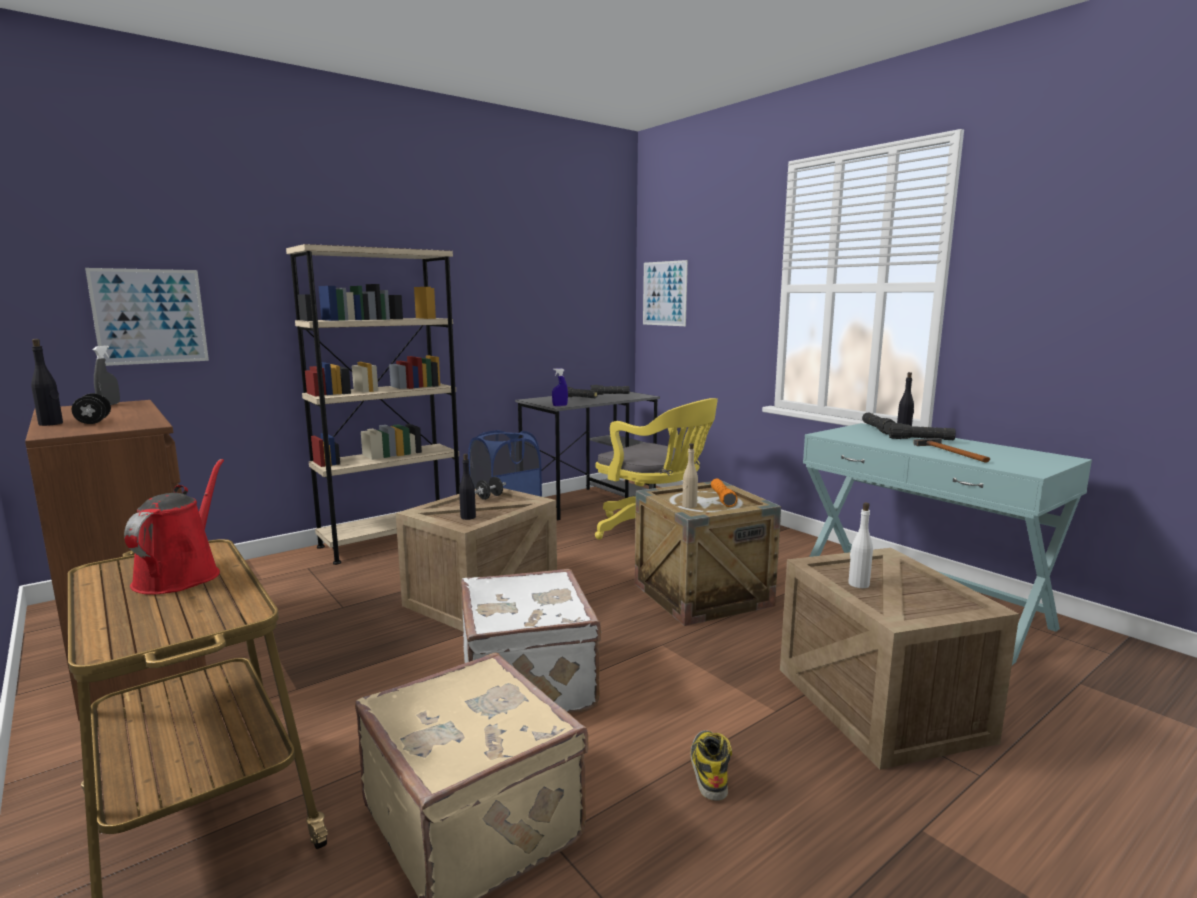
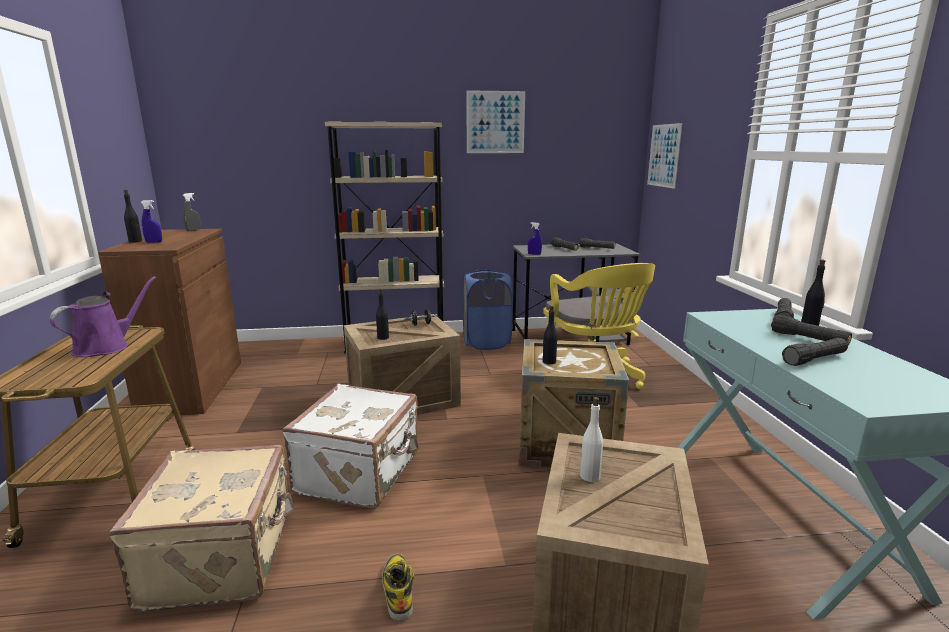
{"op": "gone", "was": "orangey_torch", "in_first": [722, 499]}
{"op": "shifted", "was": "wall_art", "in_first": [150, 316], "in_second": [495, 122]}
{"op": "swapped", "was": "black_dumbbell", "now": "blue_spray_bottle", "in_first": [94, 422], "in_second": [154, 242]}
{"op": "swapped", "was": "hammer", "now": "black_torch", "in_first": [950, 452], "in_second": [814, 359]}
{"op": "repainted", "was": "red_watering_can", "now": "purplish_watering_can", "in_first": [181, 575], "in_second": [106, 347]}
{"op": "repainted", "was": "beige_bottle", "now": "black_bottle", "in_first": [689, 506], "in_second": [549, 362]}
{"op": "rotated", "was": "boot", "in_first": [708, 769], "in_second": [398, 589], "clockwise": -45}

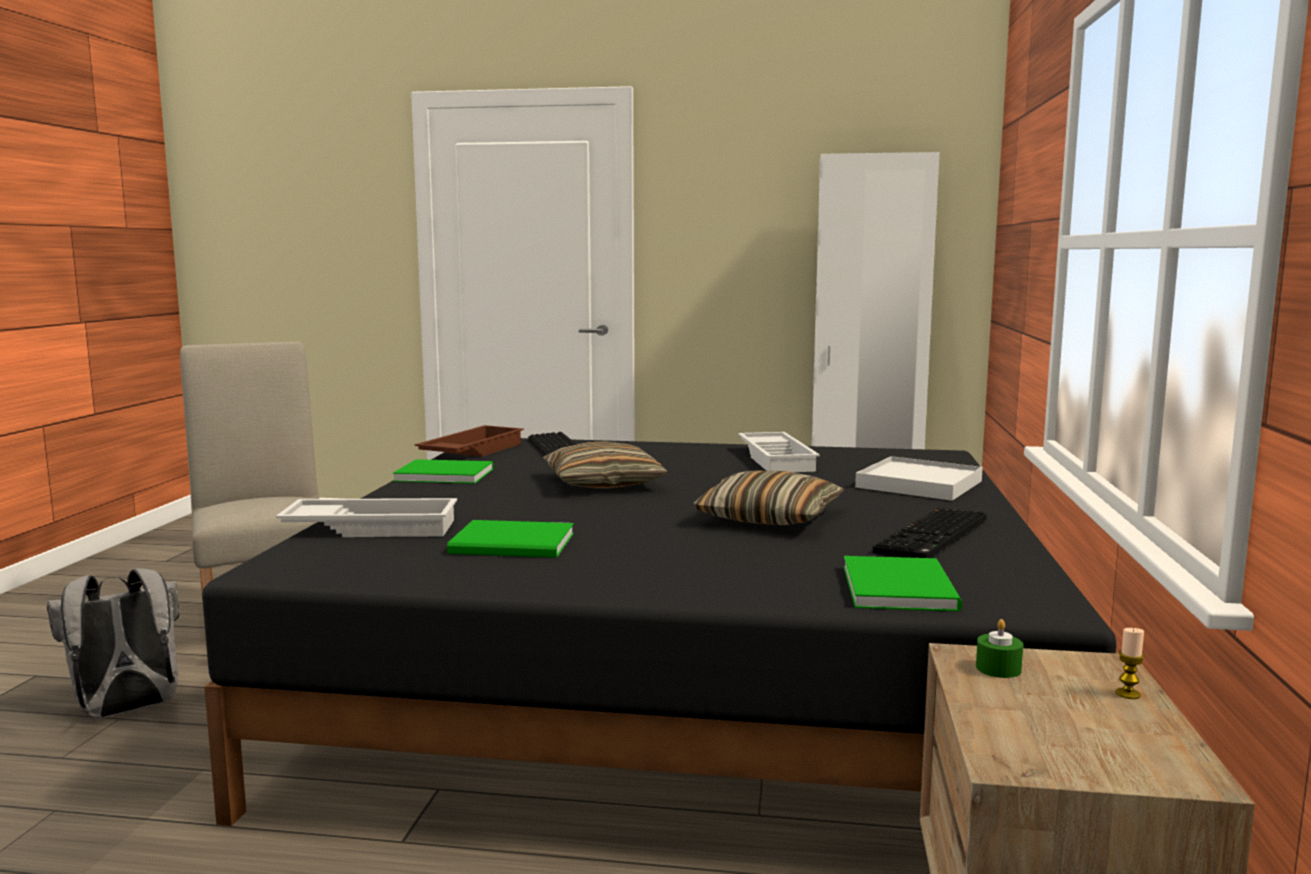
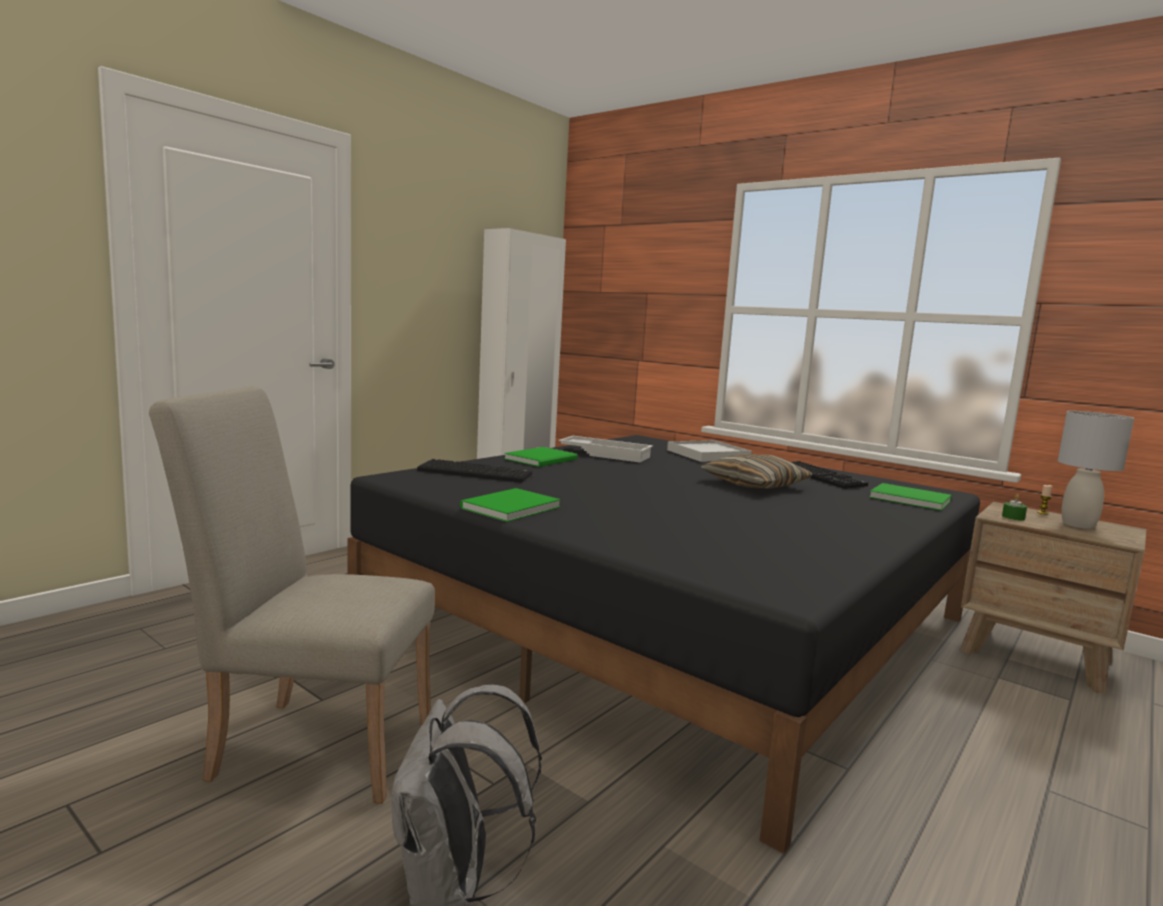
{"op": "gone", "was": "white_serving_tray", "in_first": [373, 527]}
{"op": "gone", "was": "brownish_serving_tray", "in_first": [471, 451]}
{"op": "gone", "was": "cushion", "in_first": [603, 483]}
{"op": "new", "now": "gray_tabletop_lamp", "in_second": [1078, 525]}
{"op": "shifted", "was": "green-coloured_volume", "in_first": [515, 544], "in_second": [543, 459]}

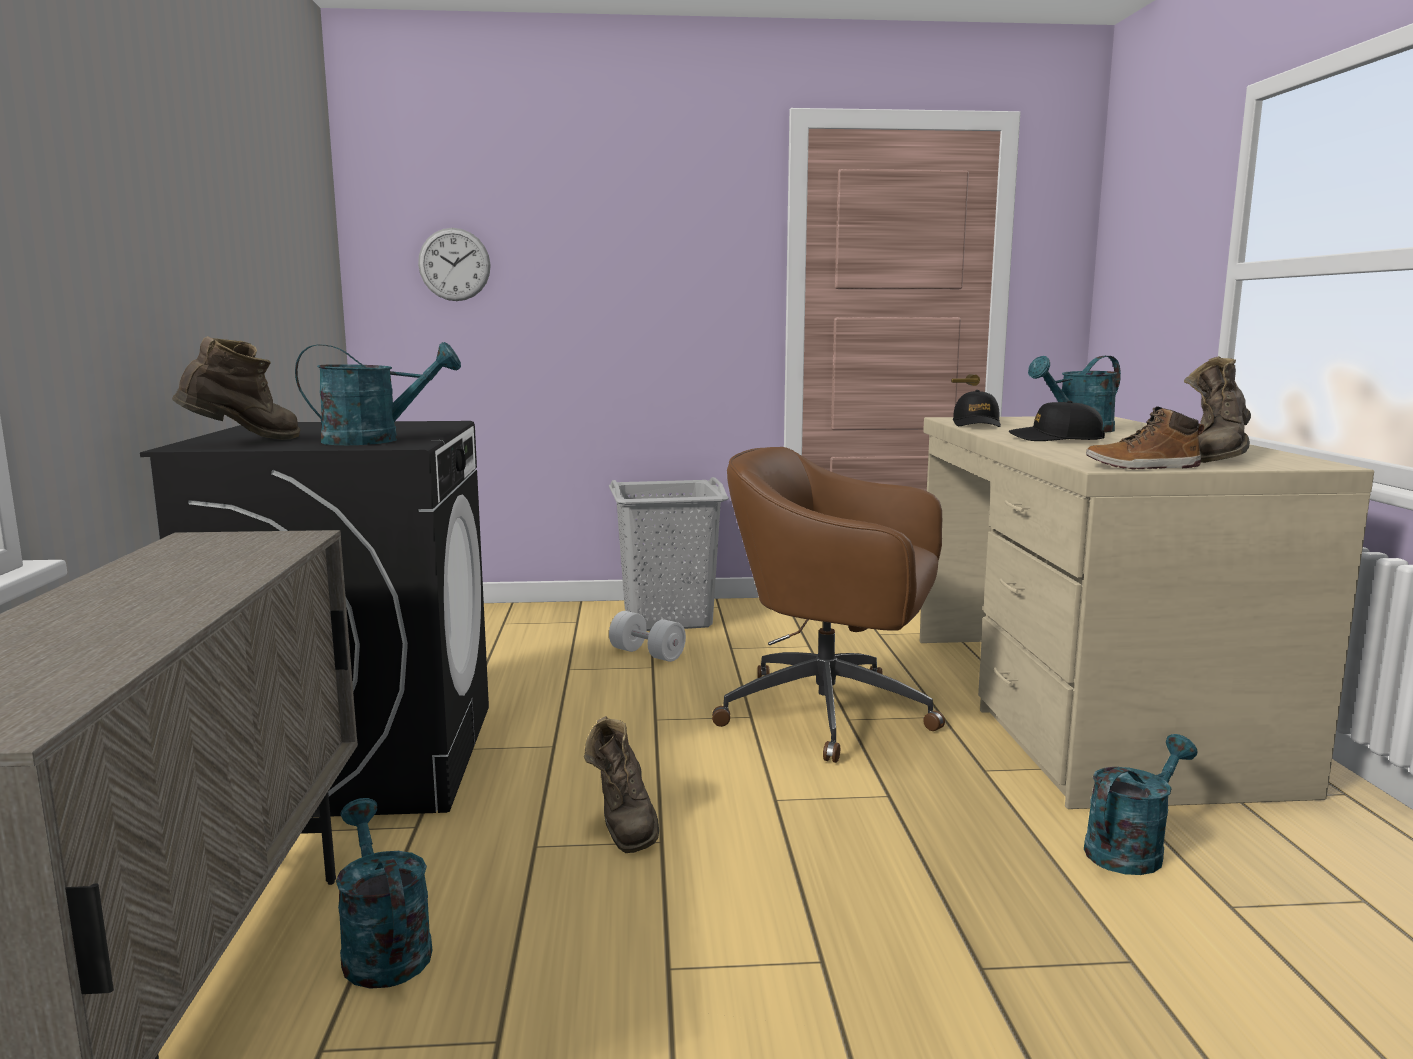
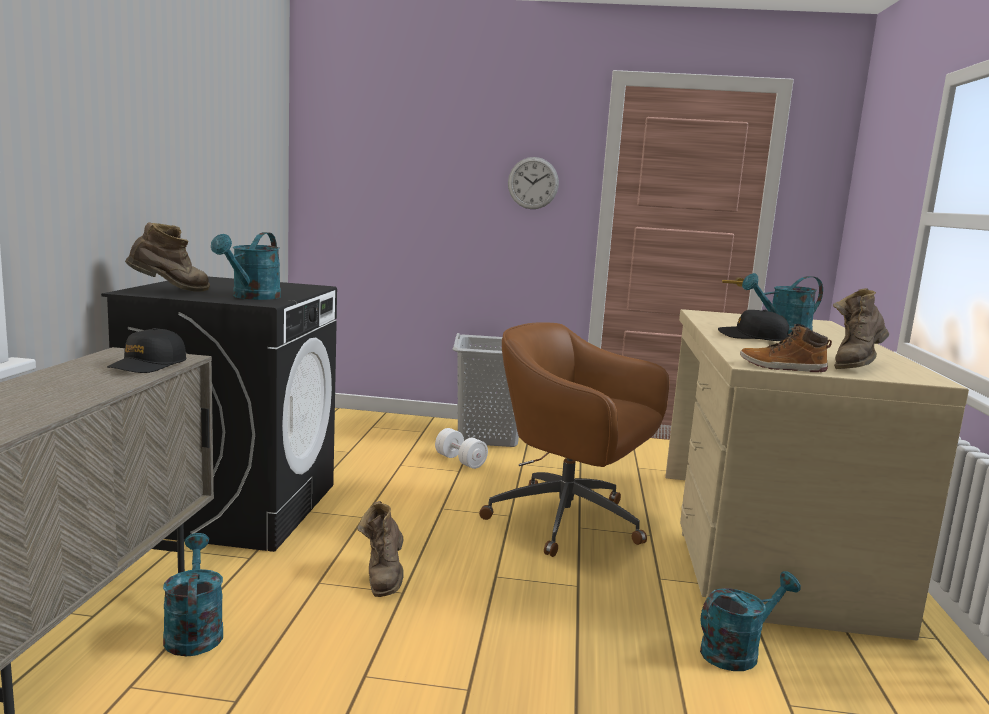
{"op": "shifted", "was": "clock_on_the_wall", "in_first": [454, 264], "in_second": [533, 183]}
{"op": "shifted", "was": "black_peaked_cap", "in_first": [976, 424], "in_second": [148, 365]}
{"op": "rotated", "was": "turquoise-coloured_watering_can", "in_first": [376, 440], "in_second": [252, 297], "clockwise": 105}

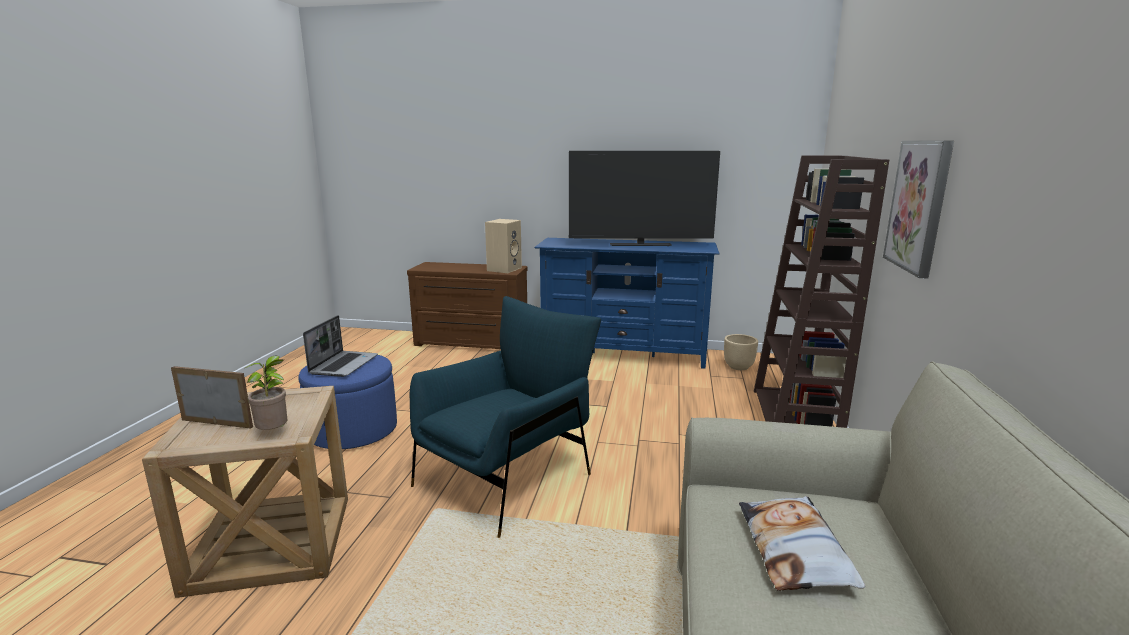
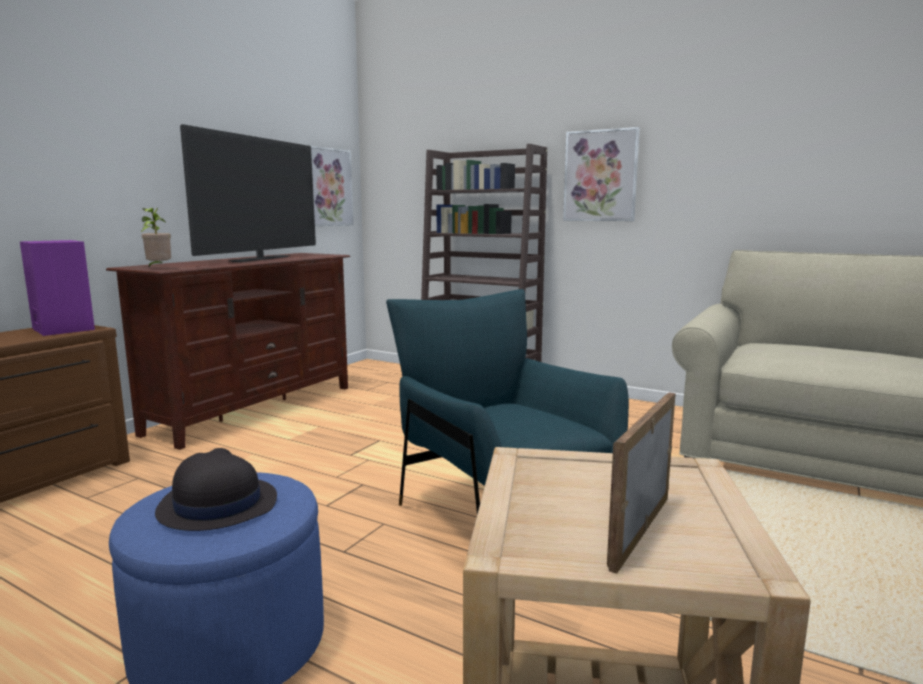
{"op": "gone", "was": "beige_planter", "in_first": [739, 367]}
{"op": "gone", "was": "cushion", "in_first": [795, 550]}
{"op": "new", "now": "wall_art", "in_second": [328, 187]}
{"op": "shifted", "was": "plant_in_a_pot", "in_first": [275, 433], "in_second": [158, 268]}
{"op": "swapped", "was": "laptop", "now": "black_wearable_hat", "in_first": [344, 364], "in_second": [217, 505]}
{"op": "repainted", "was": "beige_audio_speaker", "now": "purplish_audio_speaker", "in_first": [504, 269], "in_second": [61, 329]}
{"op": "repainted", "was": "blue_media_console", "now": "brownish_media_console", "in_first": [623, 354], "in_second": [254, 409]}

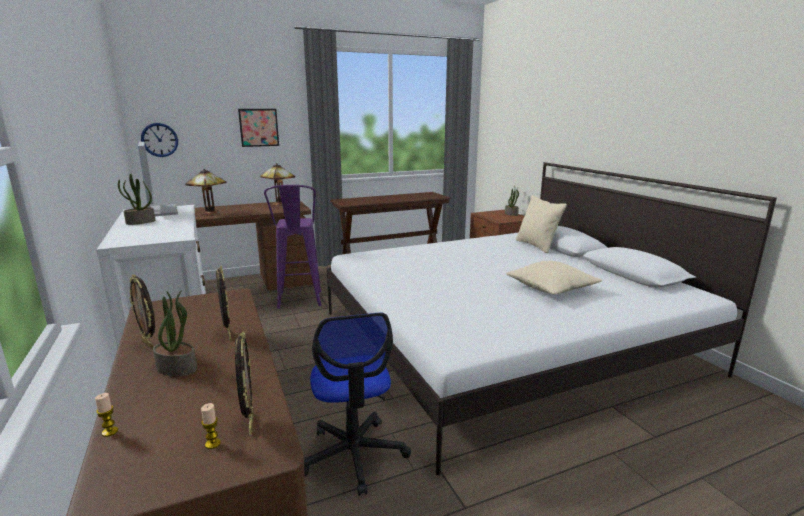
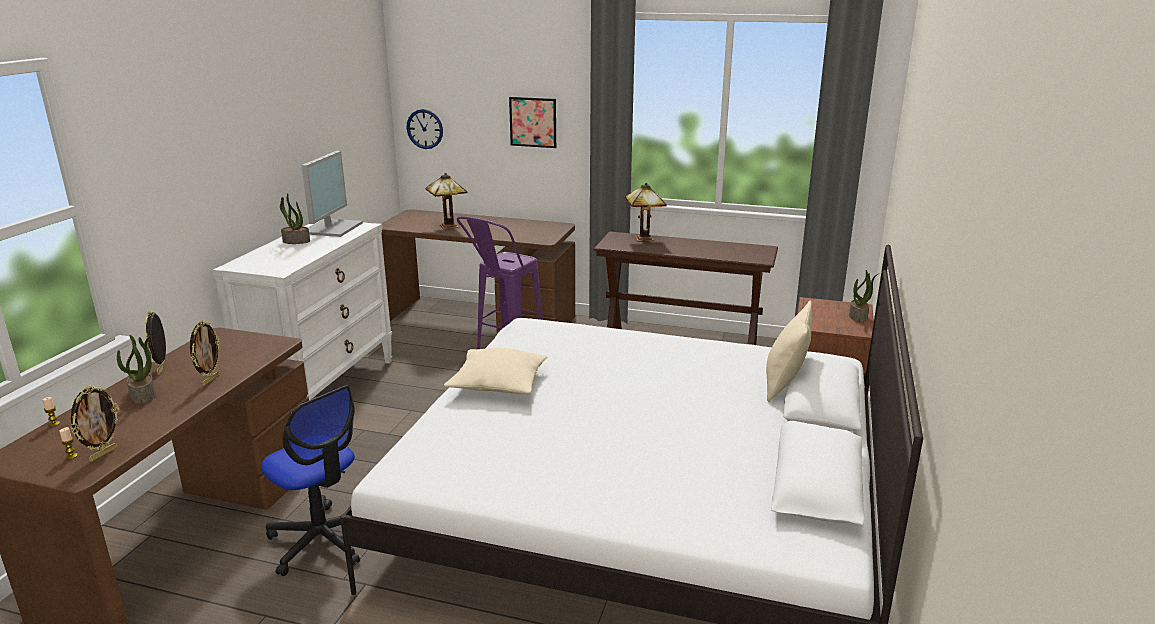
{"op": "shifted", "was": "tabletop_lamp", "in_first": [278, 204], "in_second": [643, 238]}
{"op": "shifted", "was": "beige_cushion", "in_first": [551, 288], "in_second": [498, 384]}
{"op": "rotated", "was": "desk_chair", "in_first": [354, 455], "in_second": [323, 540], "clockwise": -75}

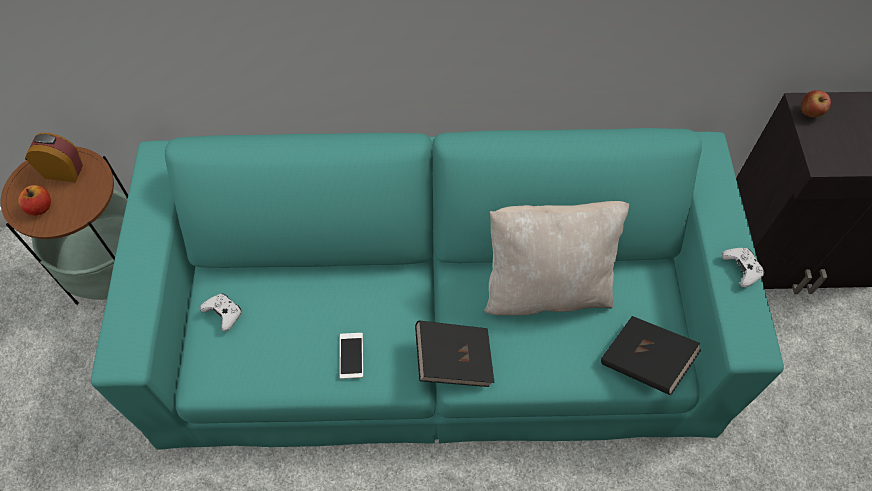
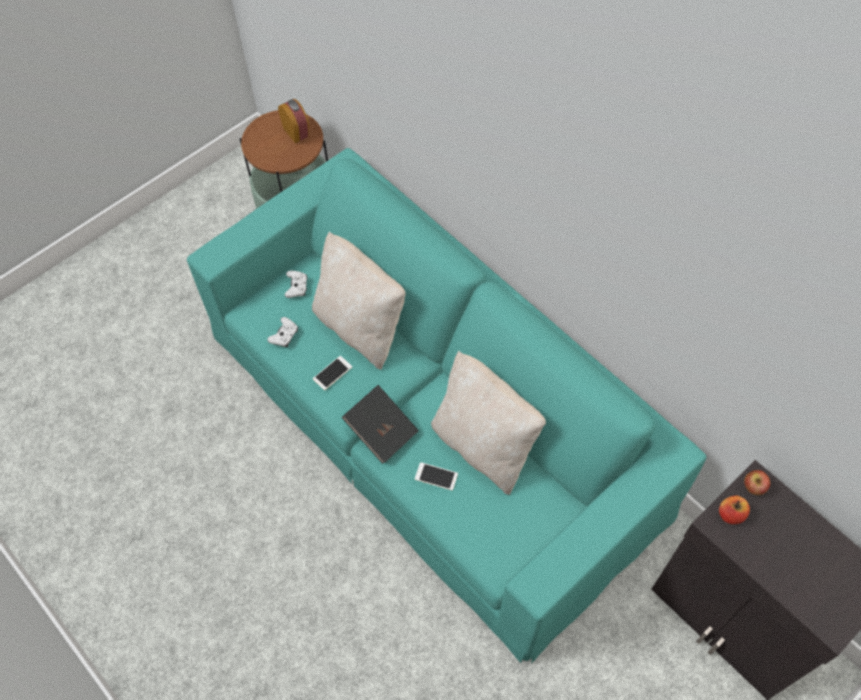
{"op": "gone", "was": "black_volume", "in_first": [645, 362]}
{"op": "new", "now": "beige_cushion", "in_second": [360, 326]}
{"op": "new", "now": "telephone", "in_second": [436, 476]}
{"op": "shifted", "was": "whole_apple", "in_first": [40, 207], "in_second": [731, 514]}
{"op": "shifted", "was": "white_game_controller", "in_first": [741, 269], "in_second": [284, 336]}

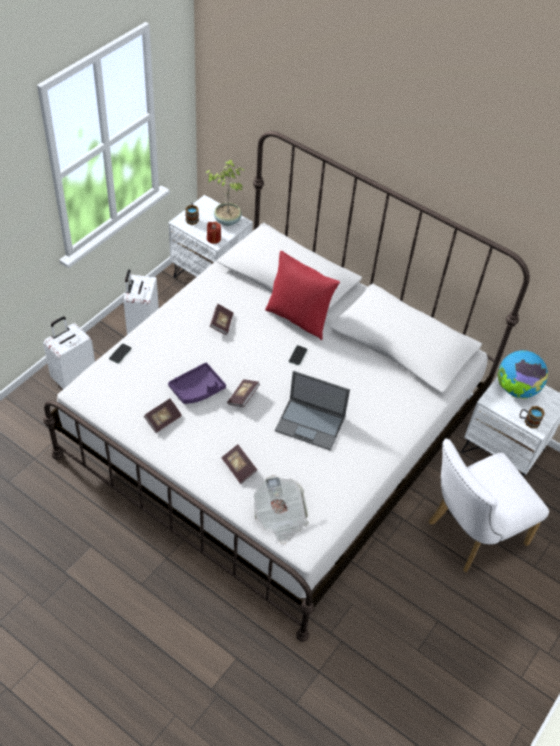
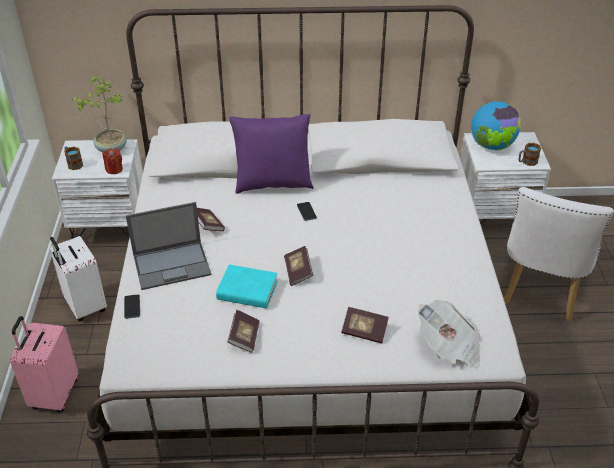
{"op": "shifted", "was": "laptop", "in_first": [311, 424], "in_second": [172, 265]}
{"op": "swapped", "was": "purplish_serving_tray", "now": "turquoise-coloured_volume", "in_first": [197, 389], "in_second": [247, 291]}
{"op": "repainted", "was": "white_travel_case", "now": "pink-coloured_travel_case", "in_first": [74, 378], "in_second": [54, 394]}
{"op": "repainted", "was": "red_cushion", "now": "purplish_cushion", "in_first": [298, 318], "in_second": [273, 184]}

